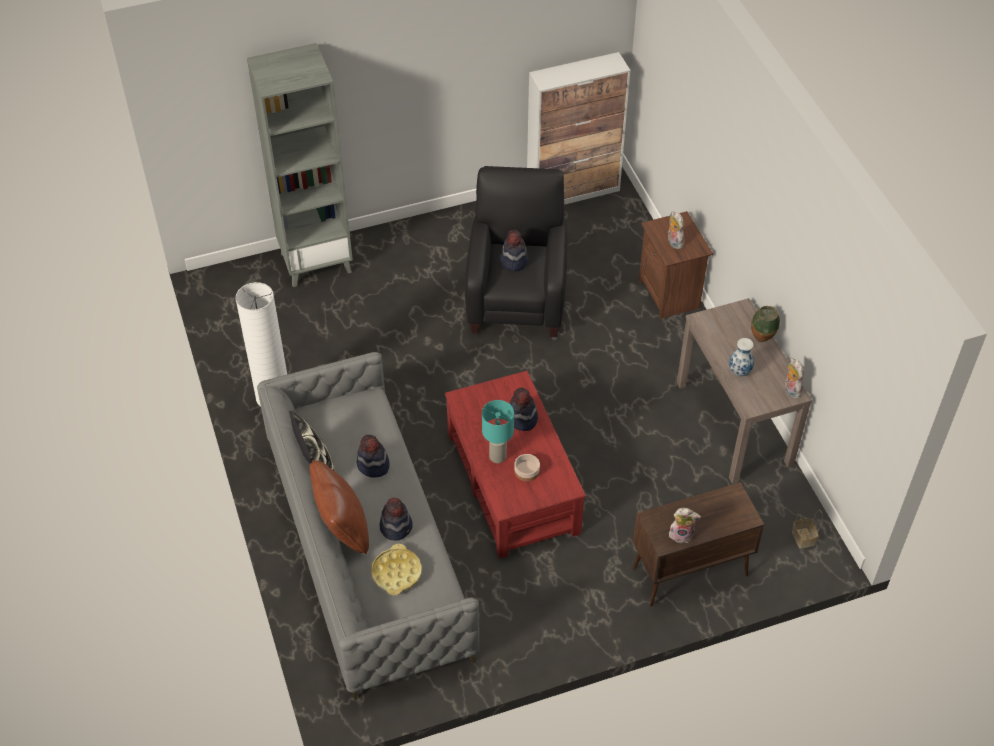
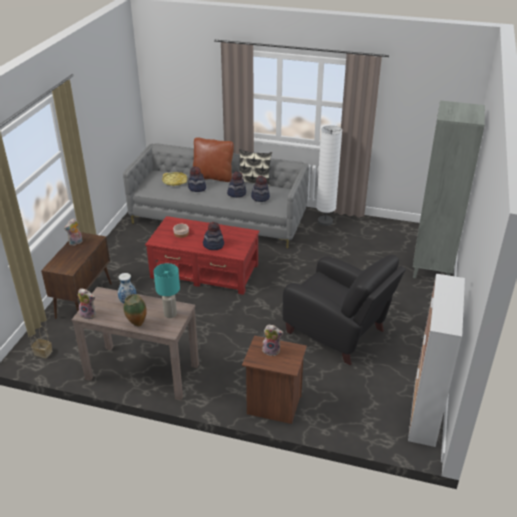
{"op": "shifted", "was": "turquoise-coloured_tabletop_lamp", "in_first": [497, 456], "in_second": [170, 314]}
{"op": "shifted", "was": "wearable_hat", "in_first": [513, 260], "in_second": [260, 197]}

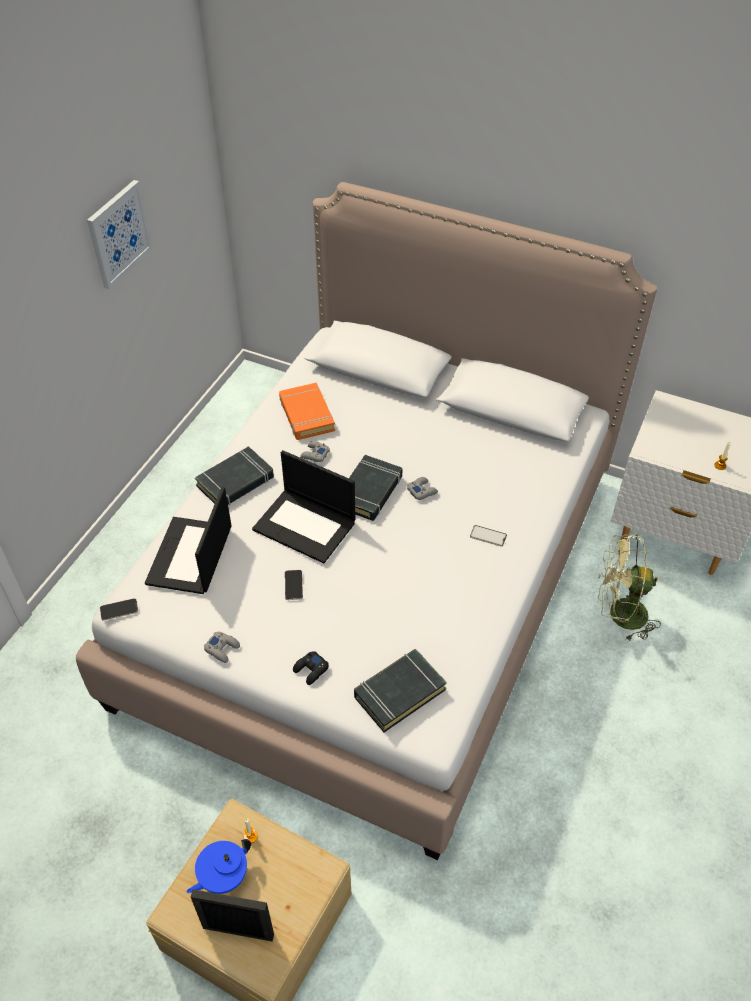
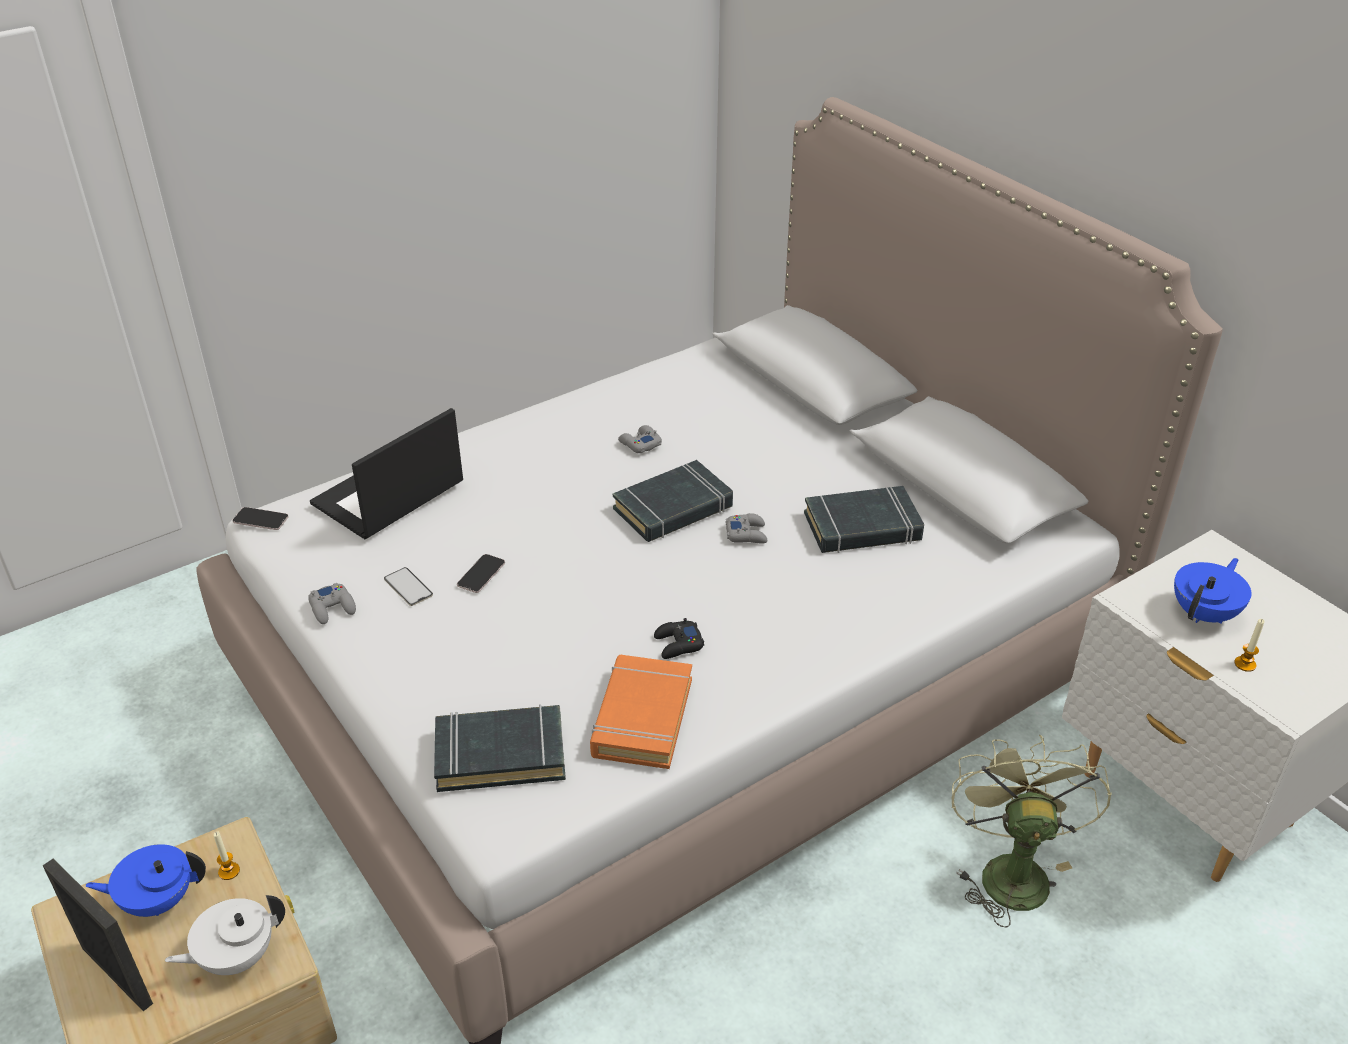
{"op": "gone", "was": "wall_art", "in_first": [118, 234]}
{"op": "gone", "was": "laptop", "in_first": [306, 525]}
{"op": "new", "now": "white_teapot", "in_second": [236, 957]}
{"op": "new", "now": "blue_teapot", "in_second": [1204, 613]}
{"op": "shifted", "was": "black_volume", "in_first": [235, 482], "in_second": [862, 527]}
{"op": "shifted", "was": "orangey_volume", "in_first": [306, 415], "in_second": [642, 718]}
{"op": "shifted", "was": "black_game_controller", "in_first": [311, 670], "in_second": [678, 644]}
{"op": "shifted", "was": "telephone", "in_first": [488, 536], "in_second": [408, 587]}
{"op": "rotated", "was": "green-coloured_electric_fan", "in_first": [619, 615], "in_second": [1010, 869], "clockwise": 60}

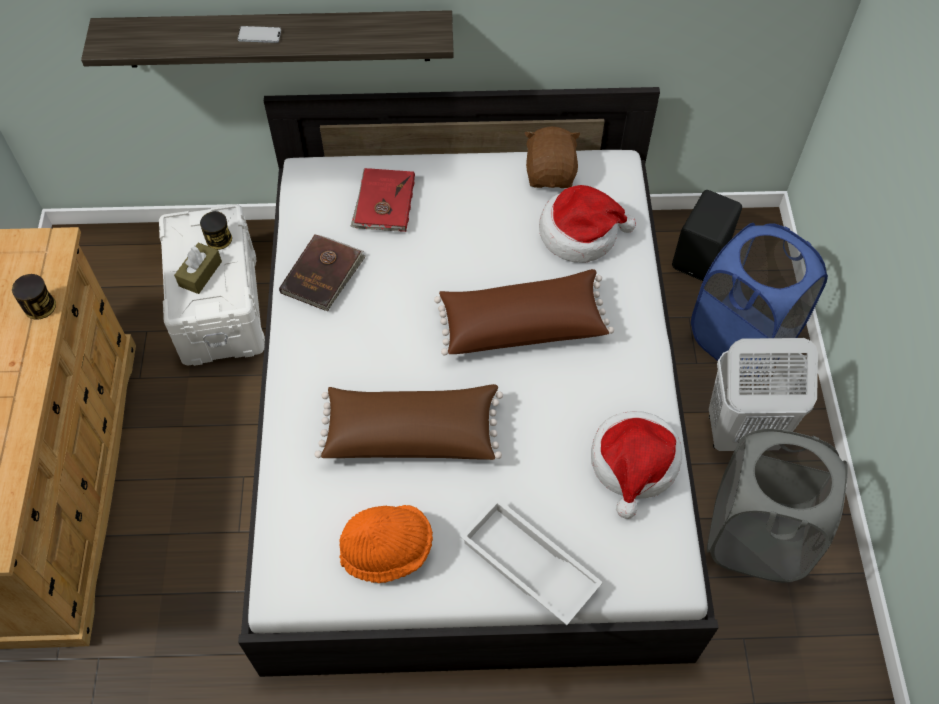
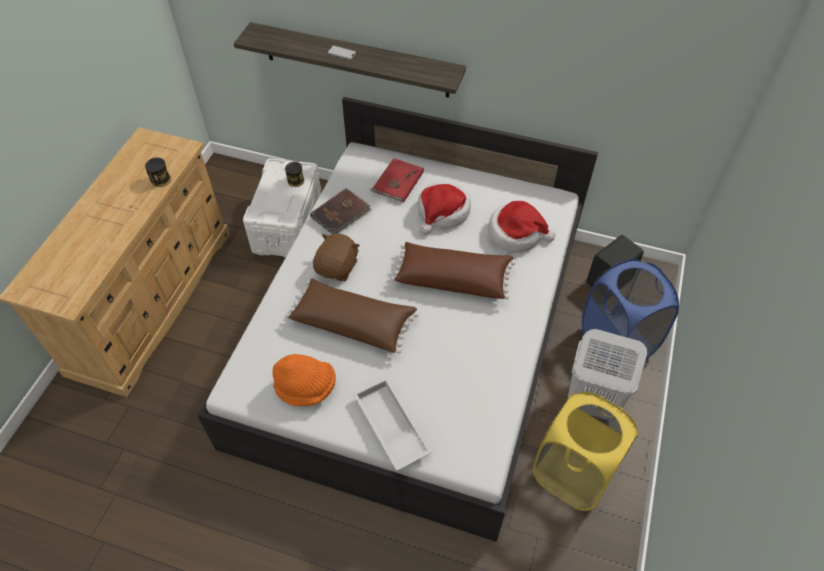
{"op": "gone", "was": "brownish_tissue_holder", "in_first": [200, 273]}
{"op": "shifted", "was": "brownish_plush_toy", "in_first": [551, 173], "in_second": [337, 267]}
{"op": "shifted", "was": "wearable_hat", "in_first": [634, 464], "in_second": [442, 212]}
{"op": "repainted", "was": "gray_laundry_basket", "now": "yellow_laundry_basket", "in_first": [755, 537], "in_second": [573, 474]}

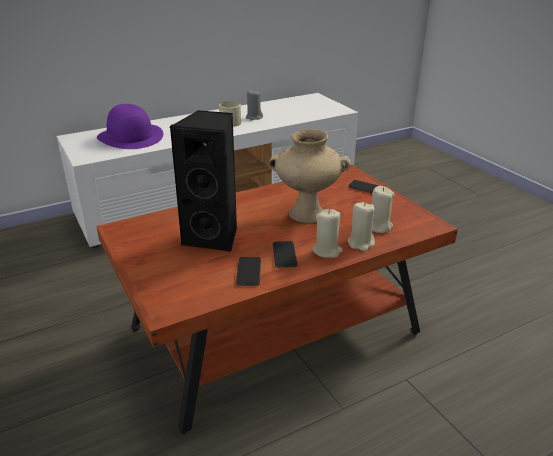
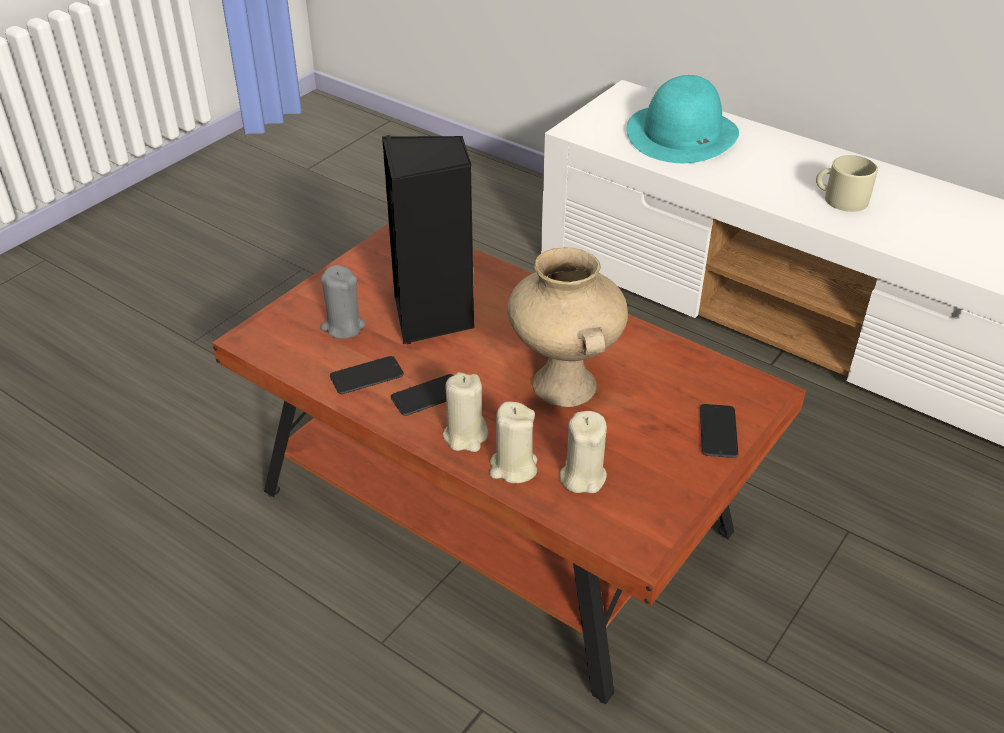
{"op": "shifted", "was": "gray_wax_candle", "in_first": [254, 117], "in_second": [343, 327]}
{"op": "repainted", "was": "purplish_wearable_hat", "now": "turquoise-coloured_wearable_hat", "in_first": [131, 137], "in_second": [682, 134]}

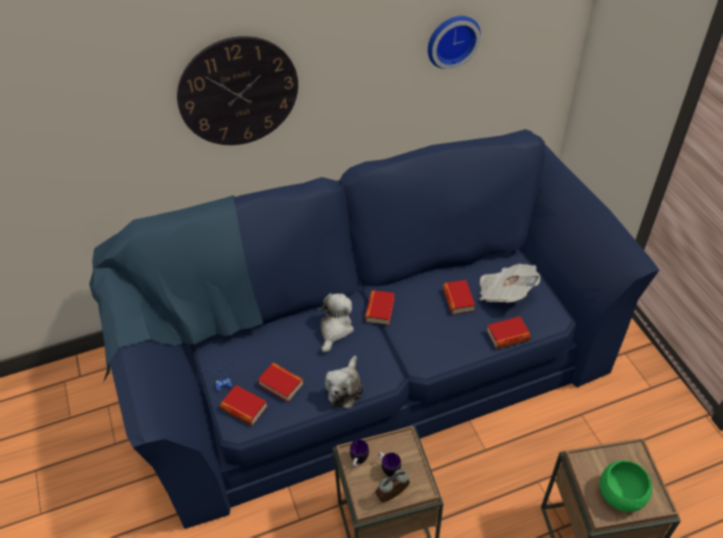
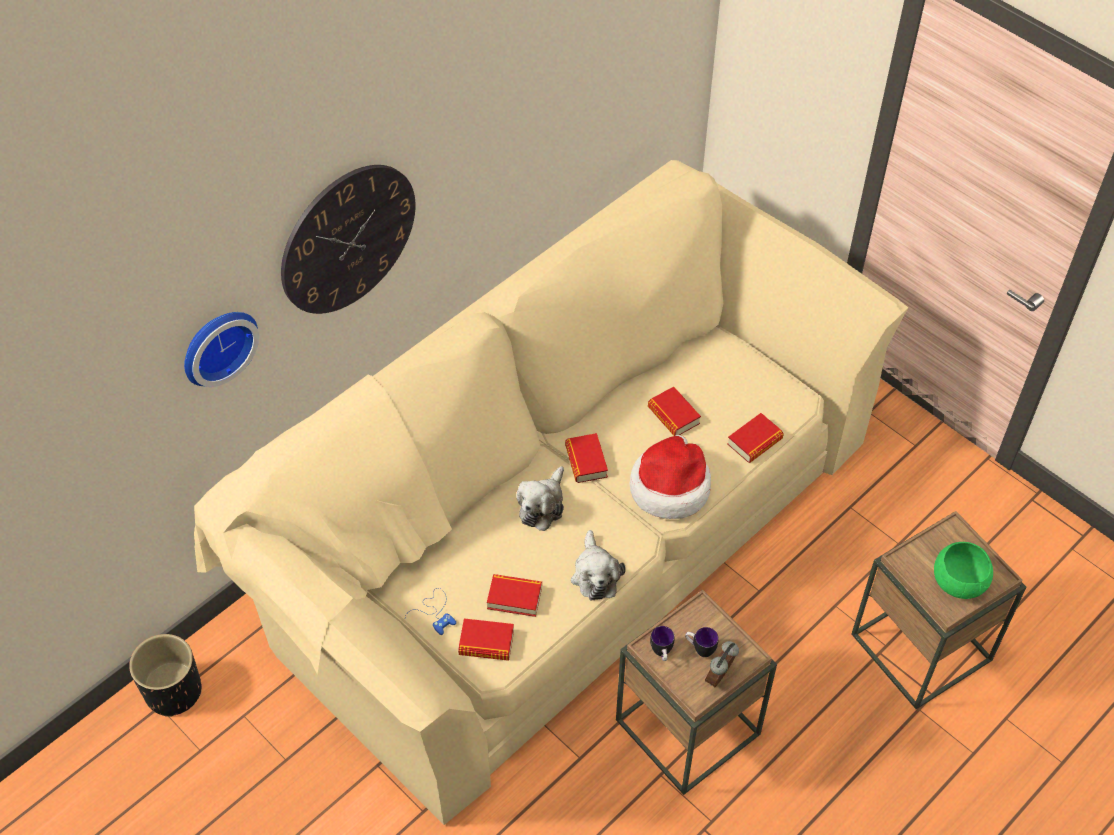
{"op": "gone", "was": "printed_paper", "in_first": [505, 293]}
{"op": "new", "now": "black_planter", "in_second": [173, 691]}
{"op": "new", "now": "wearable_hat", "in_second": [669, 486]}
{"op": "shifted", "was": "clock_on_the_wall", "in_first": [451, 40], "in_second": [216, 344]}
{"op": "repainted", "was": "blue_couch", "now": "beige_couch", "in_first": [367, 361], "in_second": [561, 532]}
{"op": "rotated", "was": "plush_toy", "in_first": [335, 329], "in_second": [542, 505], "clockwise": -150}

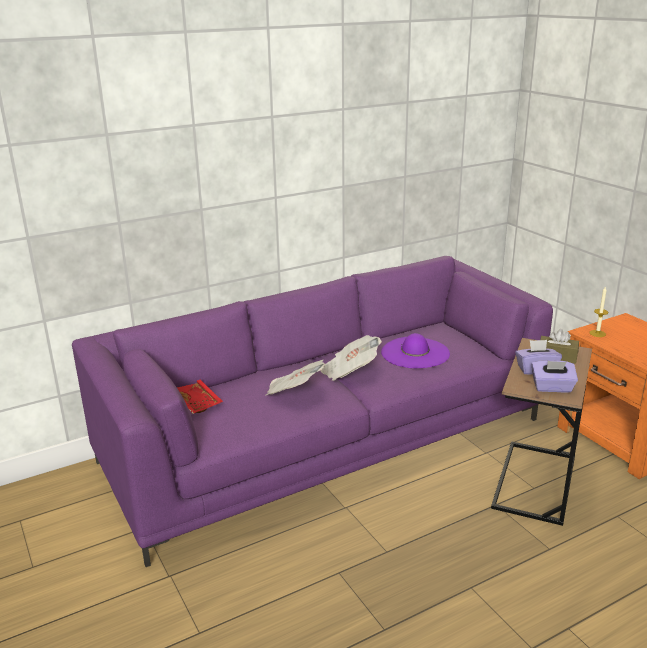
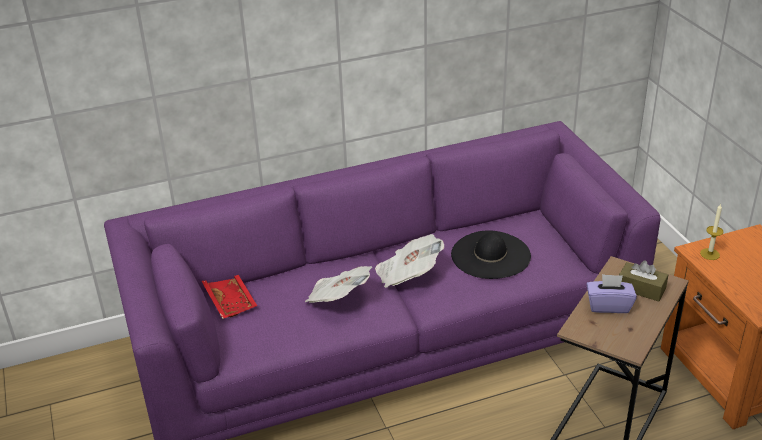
{"op": "gone", "was": "purplish_tissue_holder", "in_first": [552, 387]}
{"op": "repainted", "was": "purplish_wearable_hat", "now": "black_wearable_hat", "in_first": [415, 353], "in_second": [490, 255]}

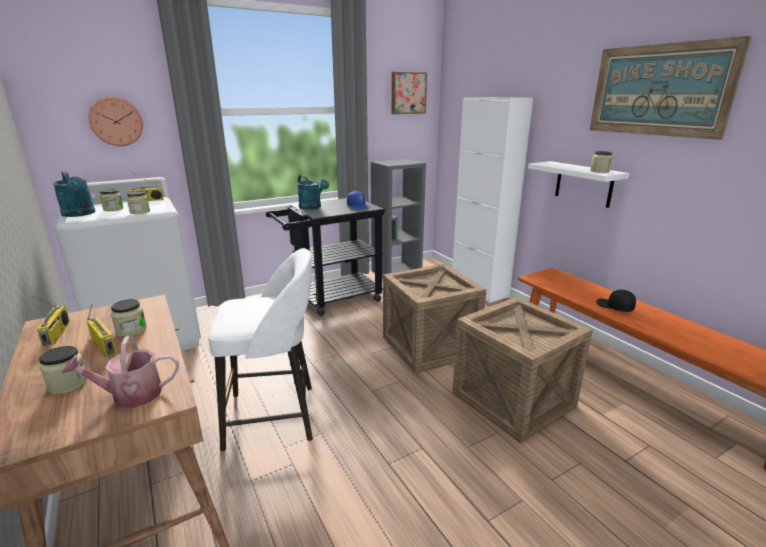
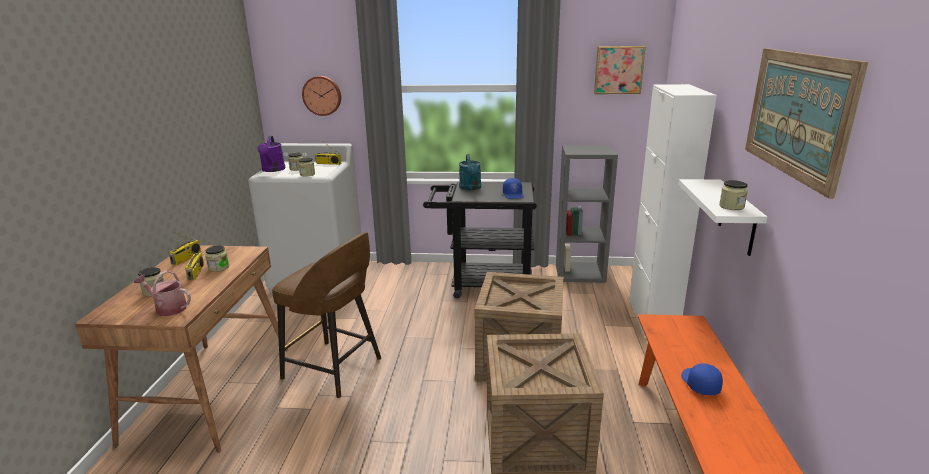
{"op": "repainted", "was": "turquoise-coloured_watering_can", "now": "purplish_watering_can", "in_first": [80, 214], "in_second": [273, 170]}
{"op": "repainted", "was": "white_stool_seat", "now": "brownish_stool_seat", "in_first": [274, 416], "in_second": [334, 369]}
{"op": "repainted", "was": "black_peaked_cap", "now": "blue_peaked_cap", "in_first": [614, 307], "in_second": [699, 384]}

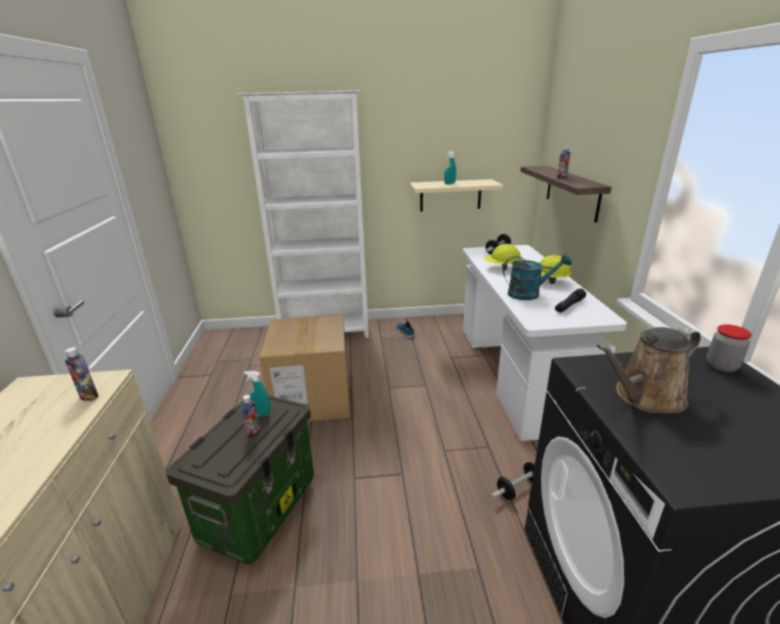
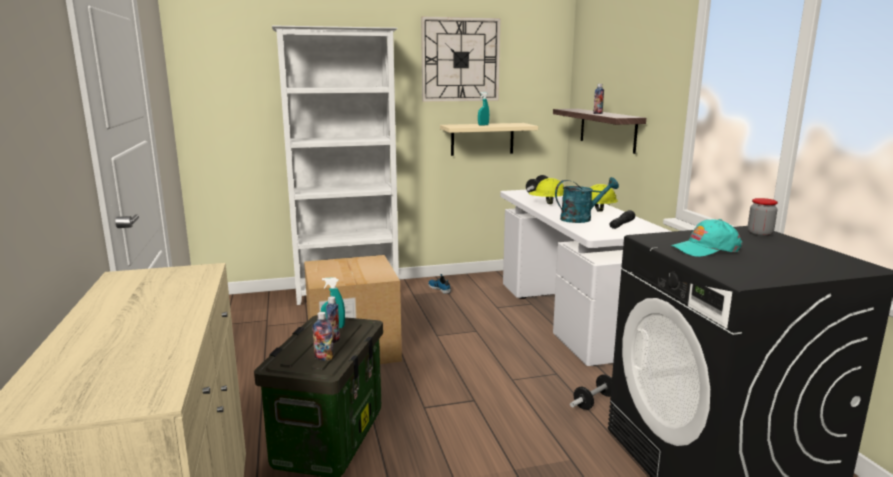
{"op": "new", "now": "clock_on_the_wall", "in_second": [460, 60]}
{"op": "shifted", "was": "bottle", "in_first": [89, 396], "in_second": [324, 358]}
{"op": "swapped", "was": "brownish_watering_can", "now": "turquoise-coloured_peaked_cap", "in_first": [645, 397], "in_second": [705, 249]}

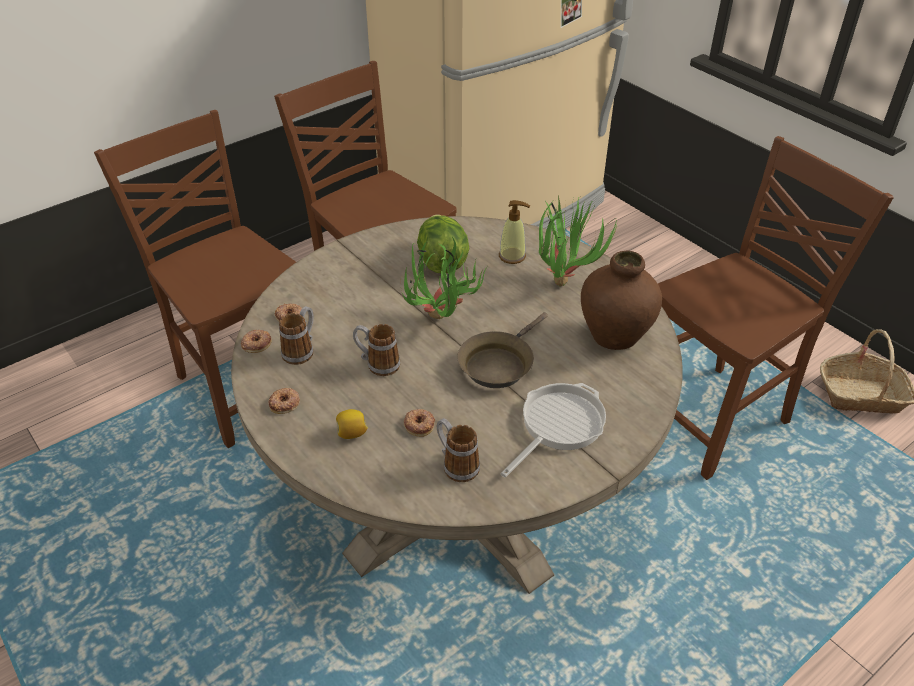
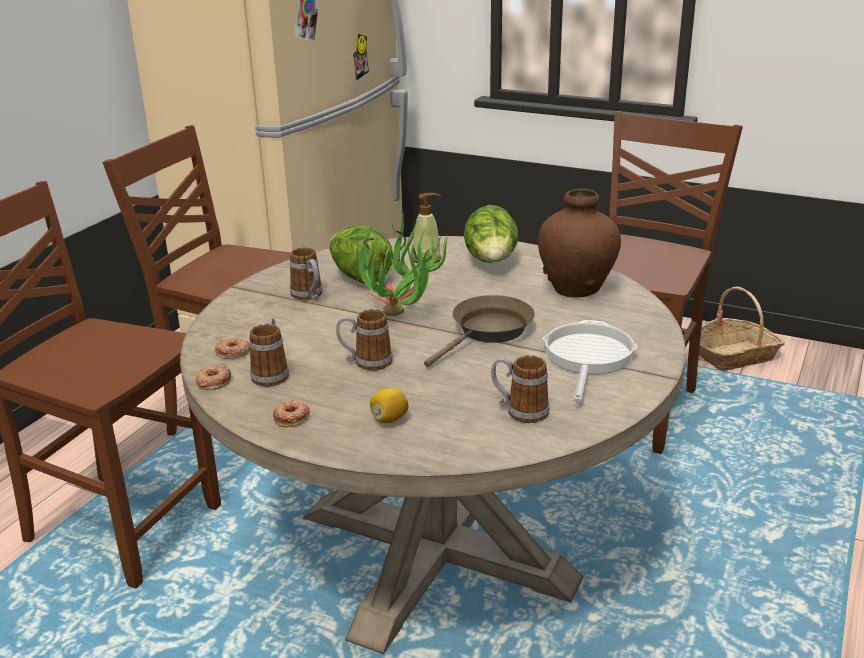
{"op": "gone", "was": "doughnut", "in_first": [419, 424]}
{"op": "new", "now": "coffee_mug", "in_second": [309, 296]}
{"op": "swapped", "was": "plant_in_a_pot", "now": "lettuce_head", "in_first": [565, 278], "in_second": [491, 262]}
{"op": "rotated", "was": "brownish_skillet", "in_first": [499, 363], "in_second": [488, 332], "clockwise": -150}

